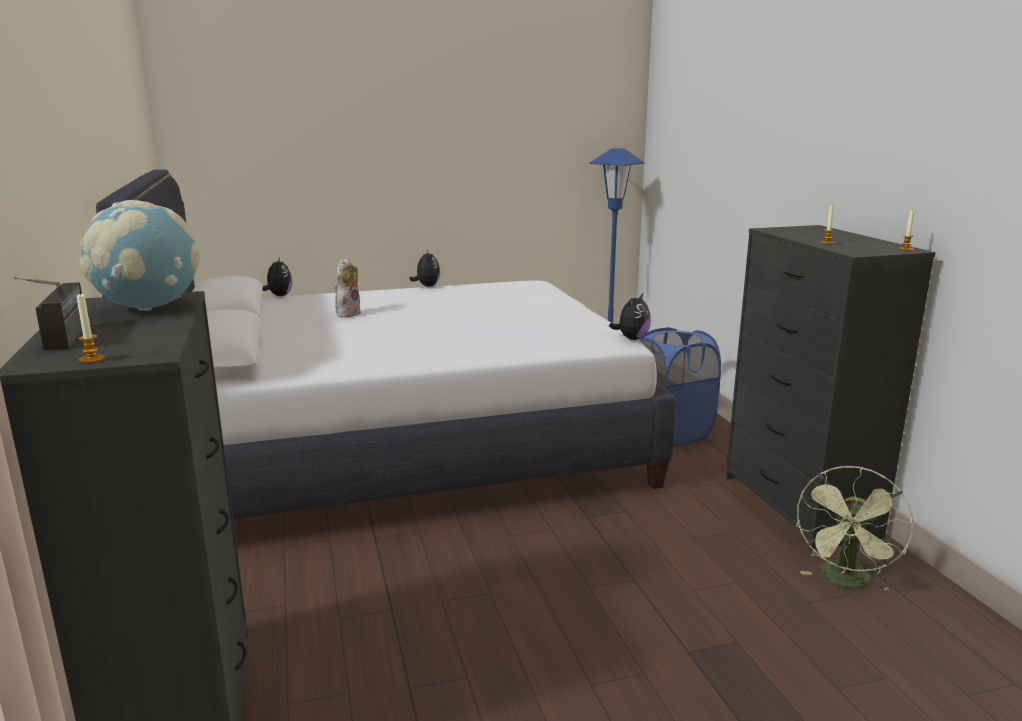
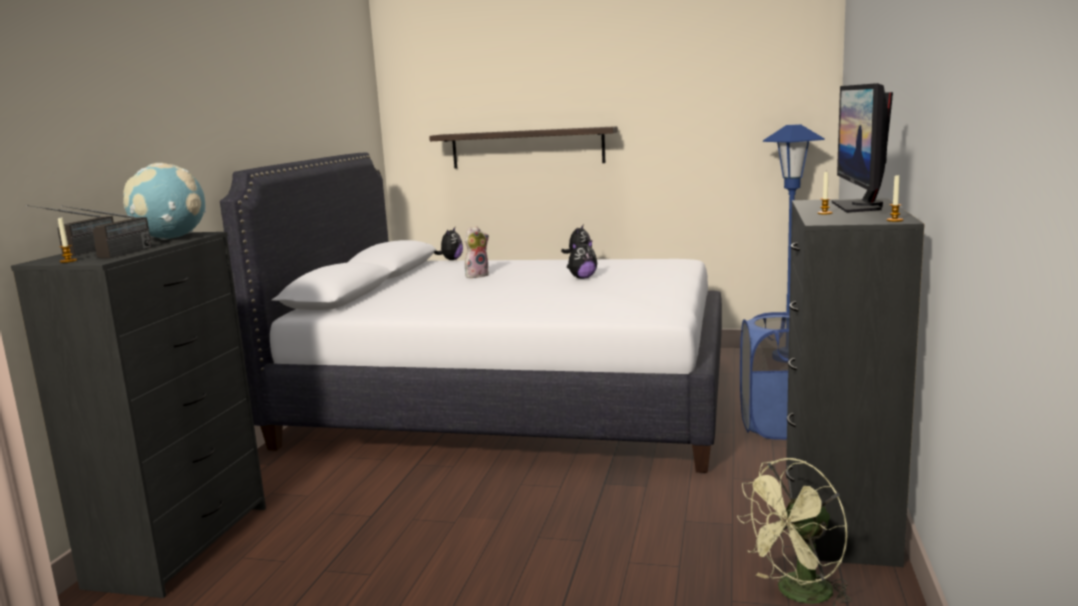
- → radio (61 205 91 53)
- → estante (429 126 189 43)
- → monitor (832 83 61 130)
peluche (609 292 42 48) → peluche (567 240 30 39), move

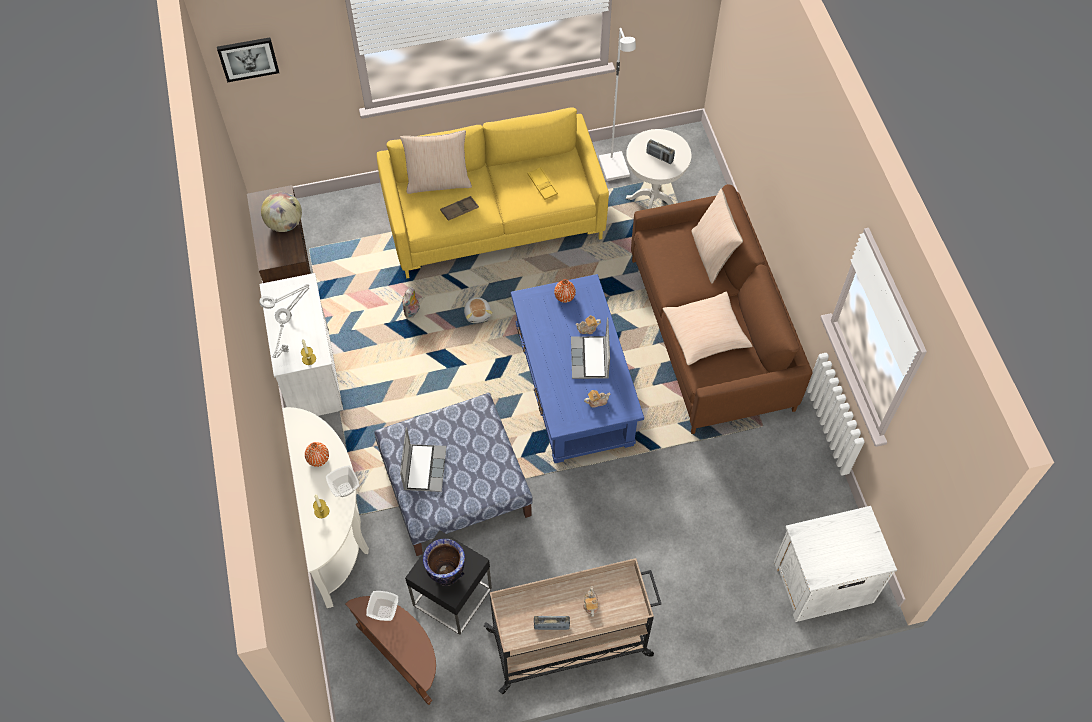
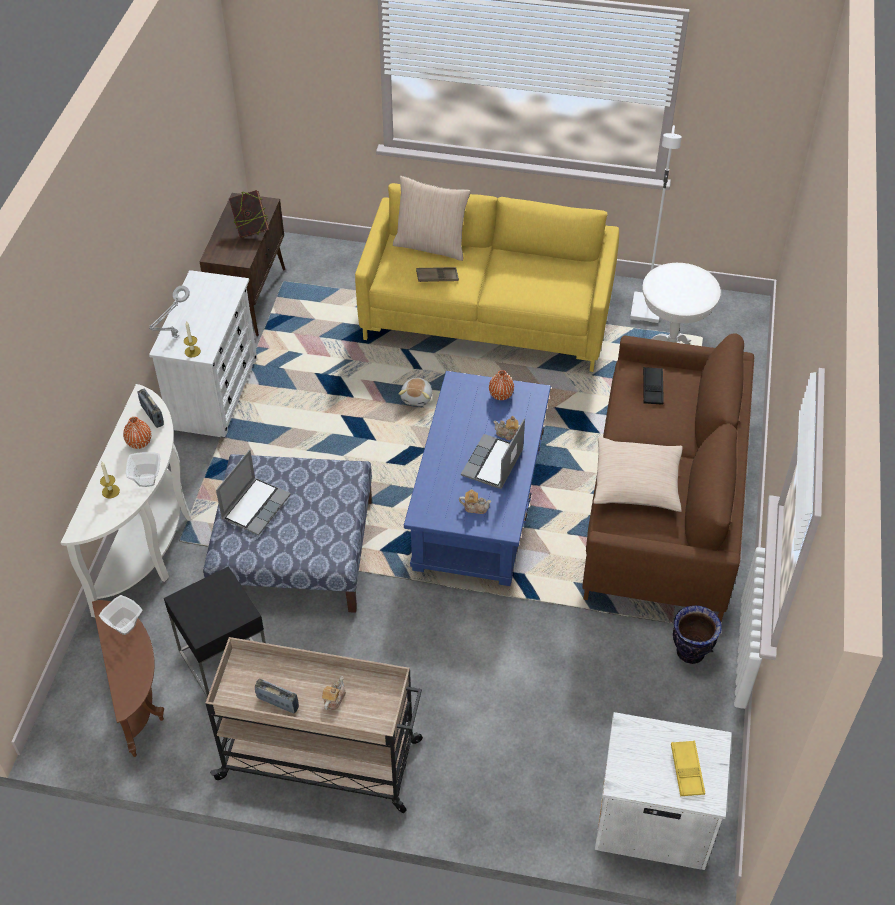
cuadro (217 37 62 45) → -
lámpara de mesa (gris) (259 284 51 32) → -
peluche (402 287 18 31) → -
cojín (beis) (691 188 52 96) → -
- → bandeja (negro) (643 367 21 38)
florero (423 538 42 48) → florero (673 605 49 59), move
bandeja (amarillo) (528 167 30 33) → bandeja (amarillo) (671 741 34 55), move
radio (646 139 29 25) → radio (138 389 26 39), move
globo terráqueo (261 192 41 40) → libro (229 190 40 48)

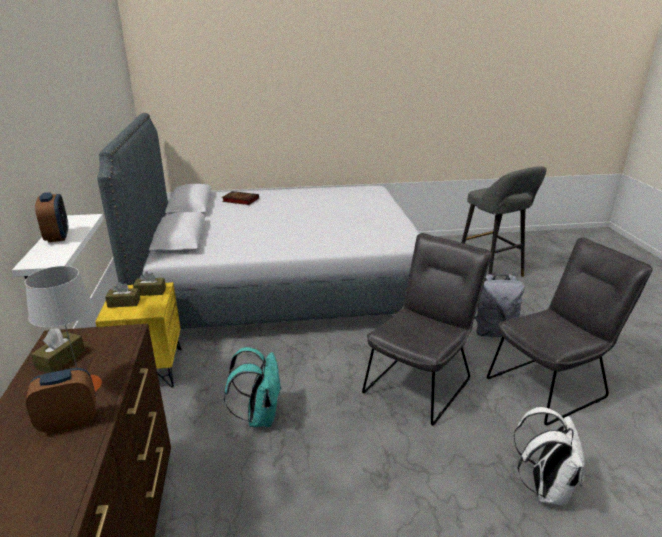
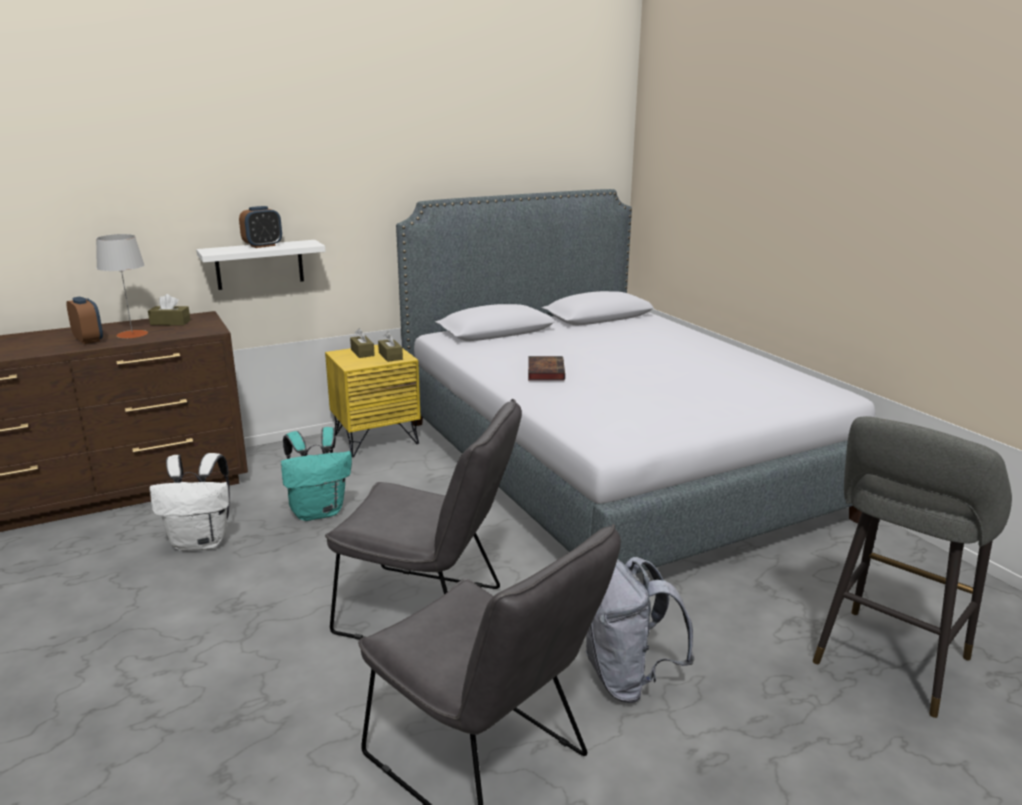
libro (222 191 37 14) → libro (528 356 37 25), move
mochila (blanco) (513 407 72 99) → mochila (blanco) (149 453 81 98), move

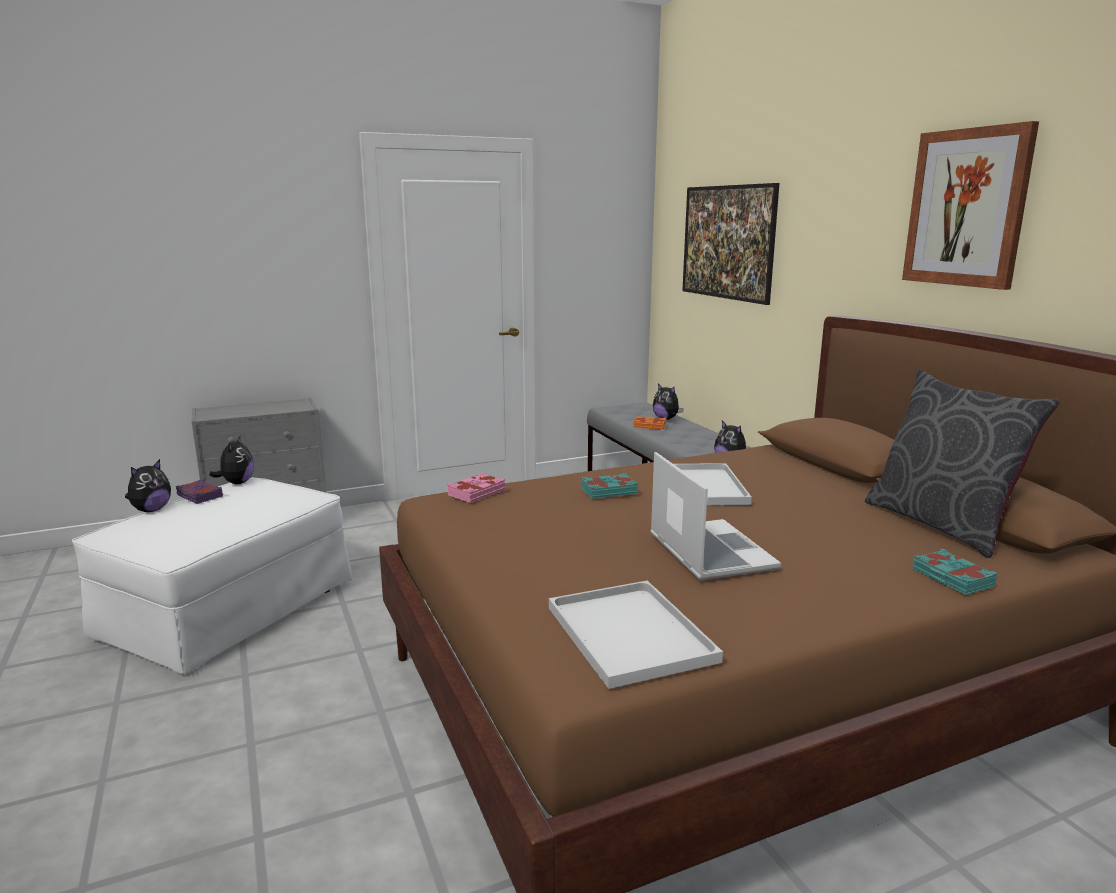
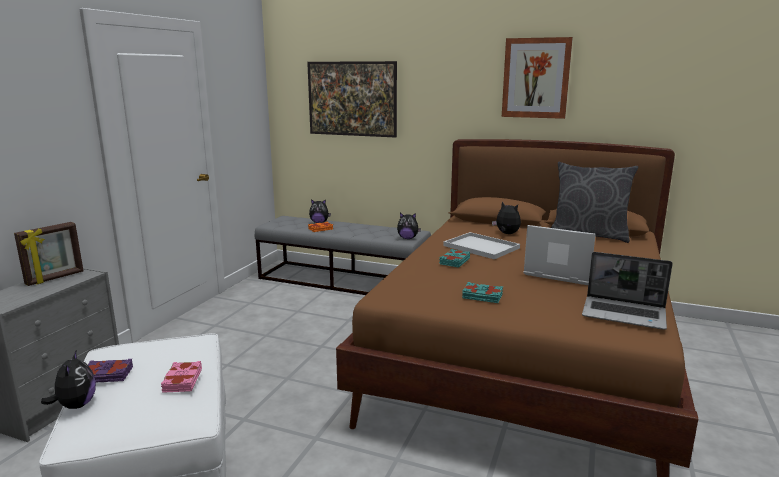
- → portarretratos (14 222 69 64)
peluche (209 436 45 48) → peluche (492 202 29 32), move
libro (rosa) (447 473 58 30) → libro (rosa) (161 361 41 32), move
libro (turquesa) (912 549 86 46) → libro (turquesa) (462 282 41 21), move
bandeja (blanco) (549 581 174 108) → portátil (582 252 91 78)

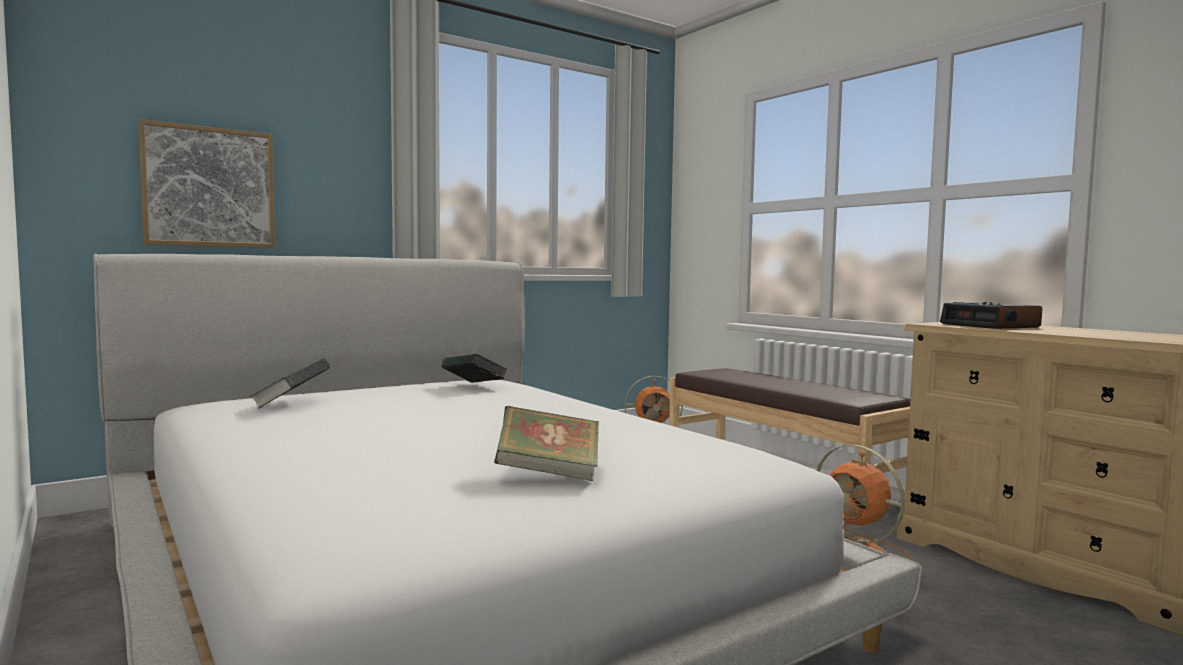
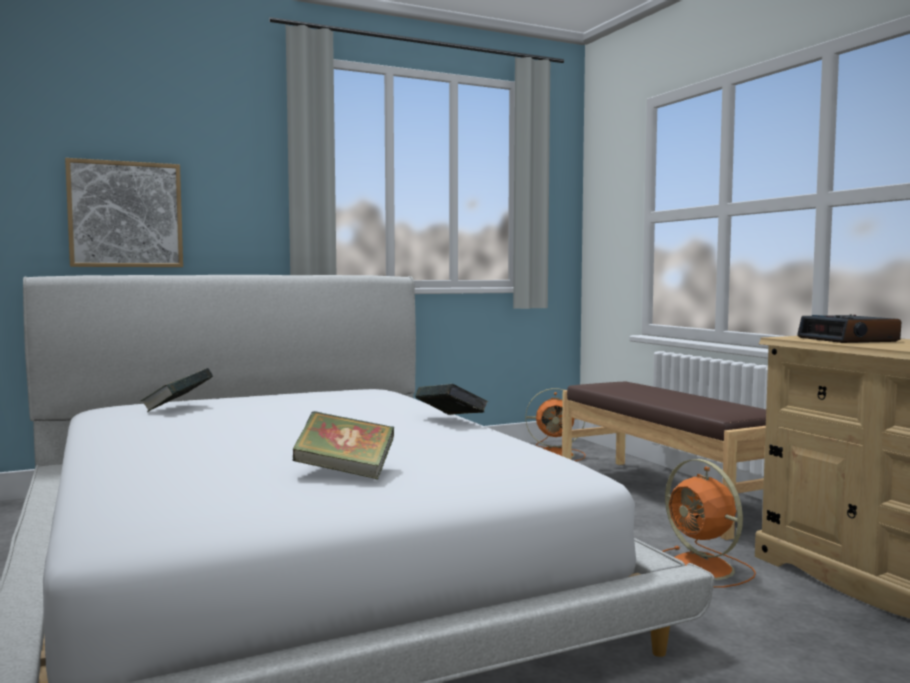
libro (441 354 67 29) → libro (415 384 73 31), move

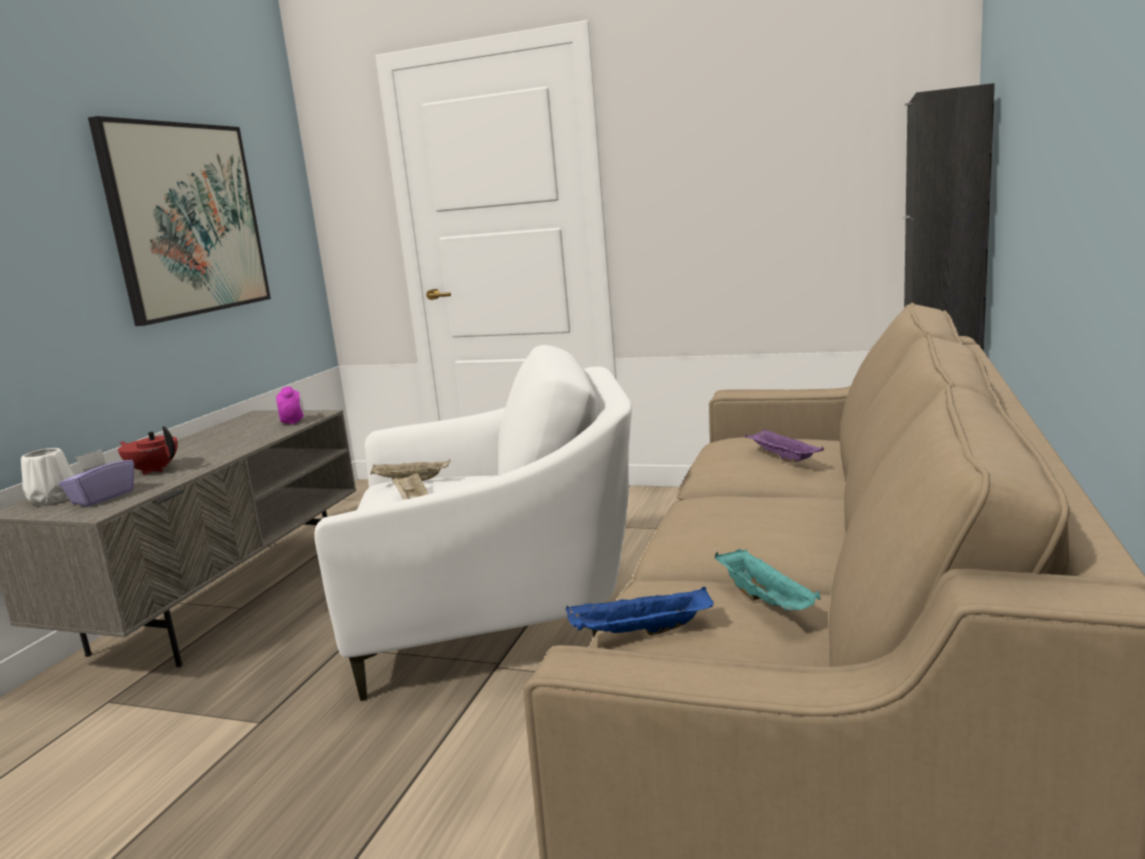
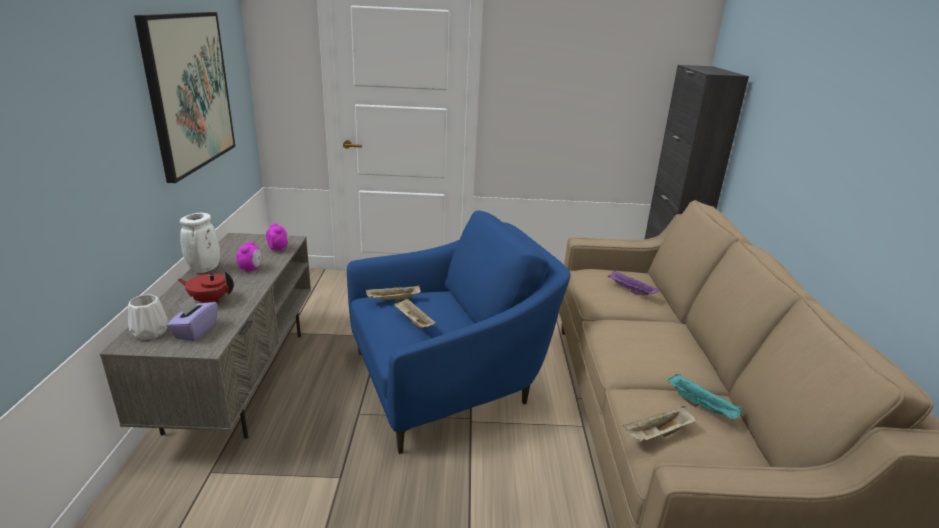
- → florero (blanco) (179 213 41 60)
- → despertador (237 242 24 31)
sillón (blanco) (314 345 318 356) → sillón (azul) (347 211 224 243)
bandeja (azul) (566 586 148 49) → bandeja (beis) (623 406 74 36)

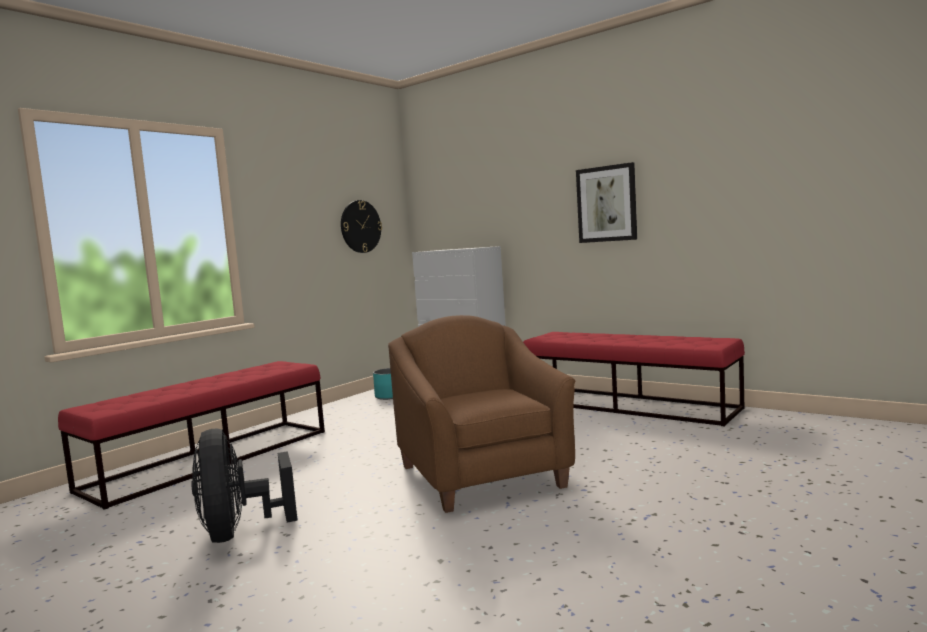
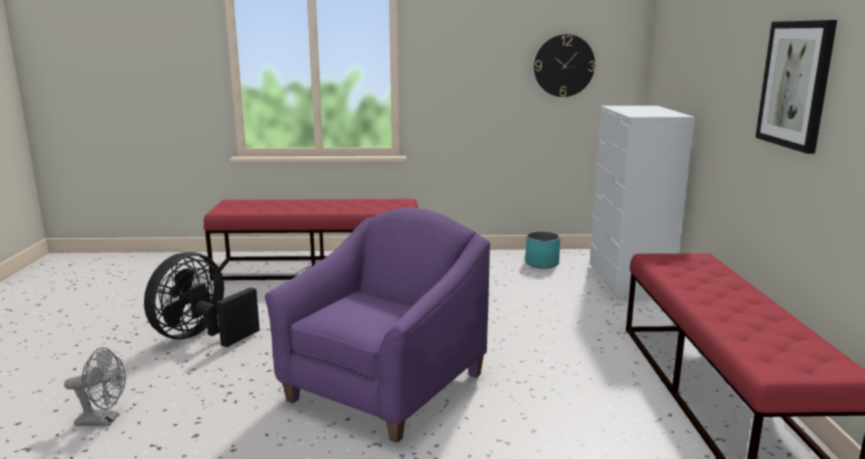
- → ventilador (gris) (64 347 62 79)
sillón (marrón) (388 315 187 198) → sillón (morado) (265 208 225 235)

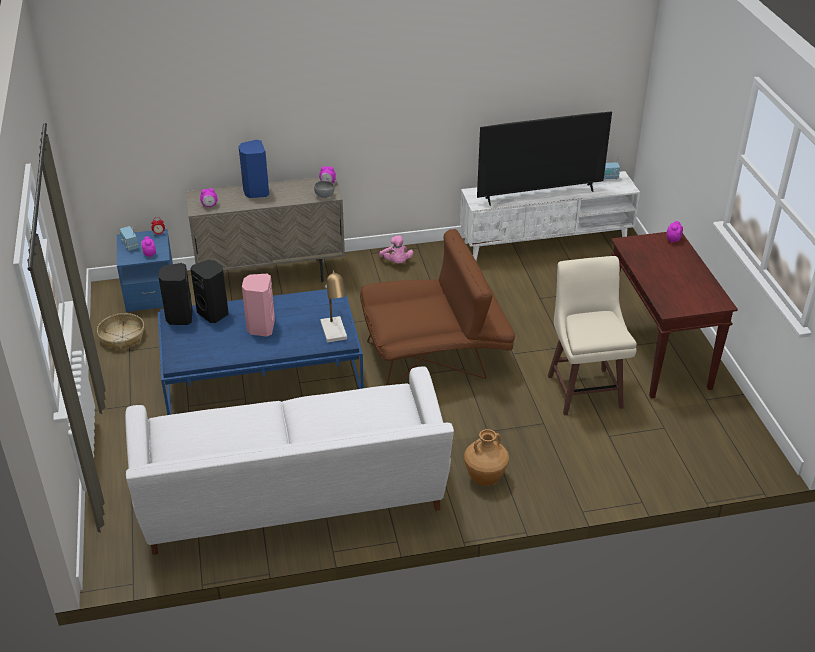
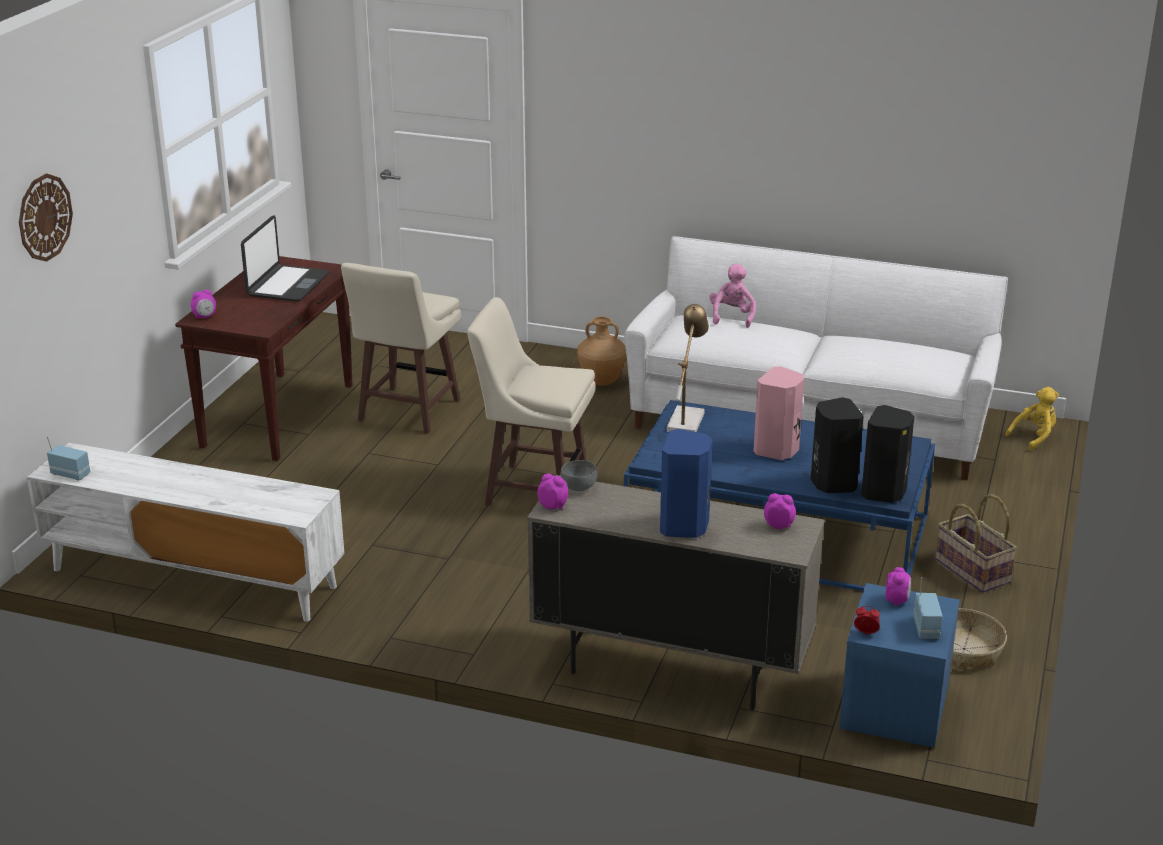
televisor (477 112 135 94) → -
- → reloj de pared (19 174 54 88)
- → portátil (241 215 88 87)
- → cesta (935 494 82 99)
- → peluche (amarillo) (1005 387 54 64)
peluche (rosa) (379 235 34 28) → peluche (rosa) (709 263 47 65), move
sillón (marrón) (360 229 155 156) → taburete (beis) (467 297 128 209)

